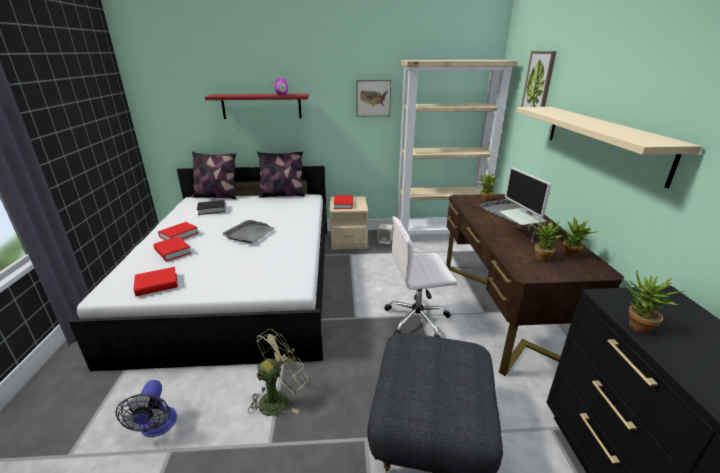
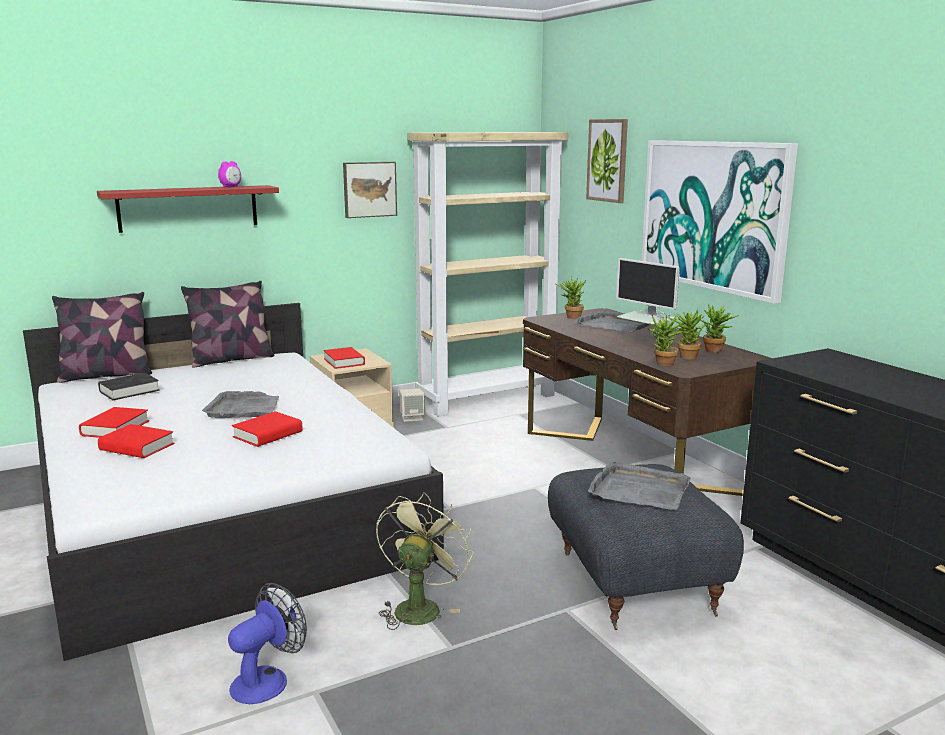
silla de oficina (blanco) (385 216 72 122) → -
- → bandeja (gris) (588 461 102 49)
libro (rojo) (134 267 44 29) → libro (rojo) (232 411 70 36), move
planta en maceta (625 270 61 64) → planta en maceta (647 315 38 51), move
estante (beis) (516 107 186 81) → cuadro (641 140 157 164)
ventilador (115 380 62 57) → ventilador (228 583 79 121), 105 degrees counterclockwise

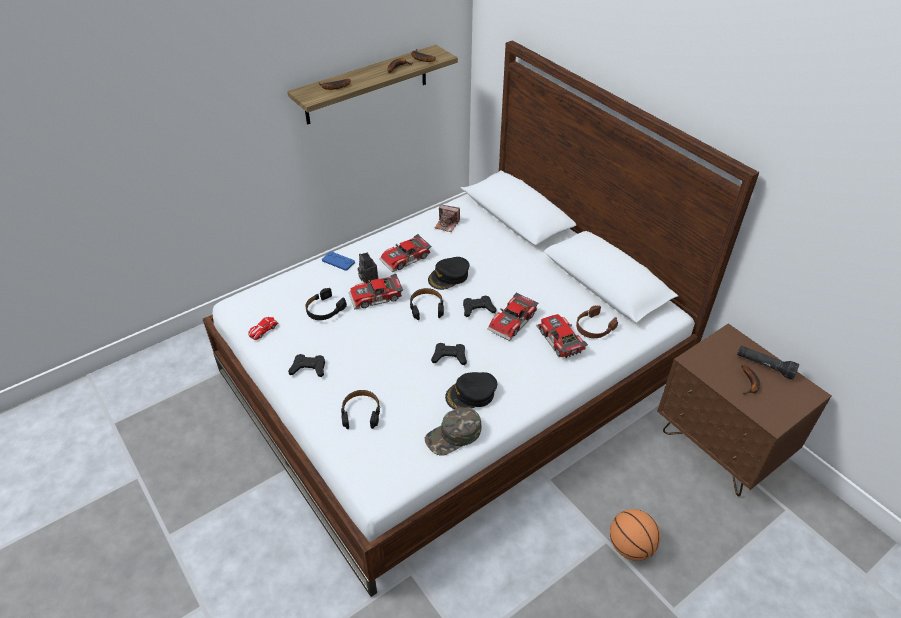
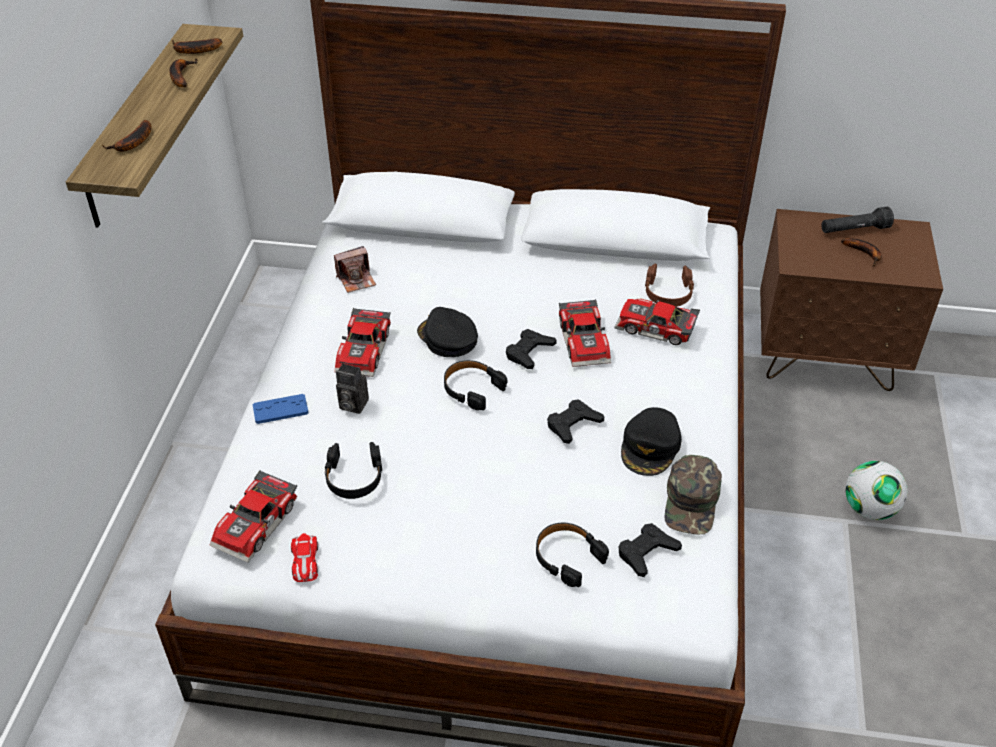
mando de consola (negro) (288 354 37 23) → mando de consola (negro) (618 523 64 54), move
coche de juguete (349 274 54 35) → coche de juguete (209 470 88 93), move
balón de baloncesto (610 509 50 52) → balón de fútbol (846 461 62 59)
gorra (negro) (428 257 41 33) → gorra (negro) (417 307 61 50), 135 degrees clockwise

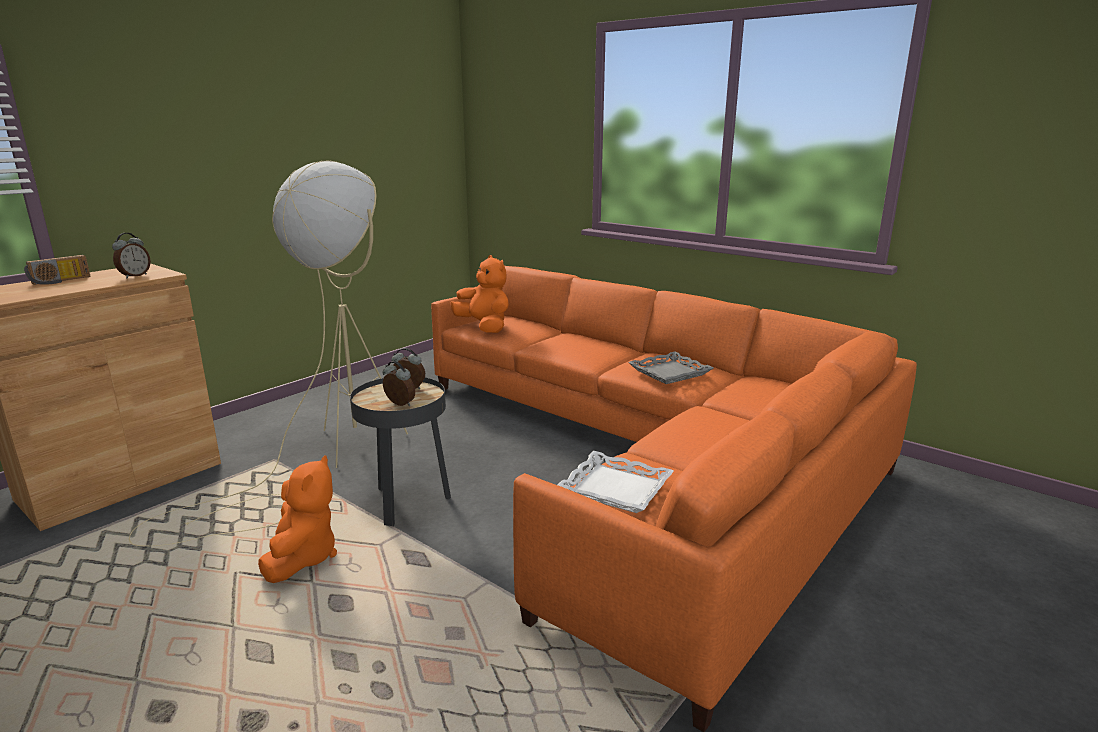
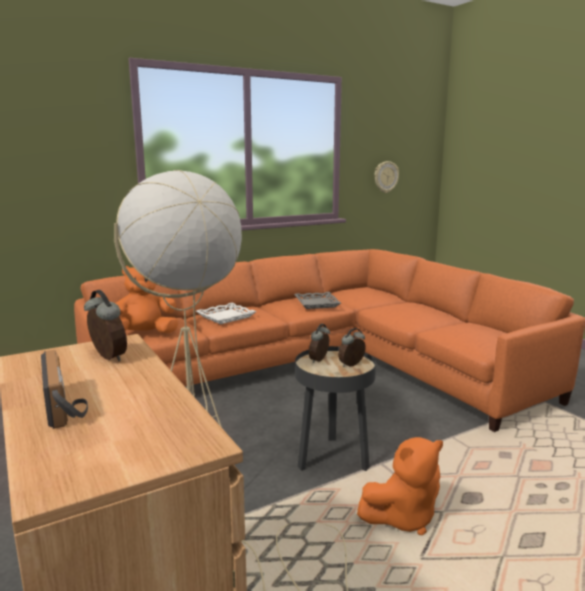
- → reloj de pared (375 161 24 32)
bandeja (blanco) (558 451 116 62) → bandeja (blanco) (196 303 61 21), move
peluche (naranja) (258 455 79 128) → peluche (naranja) (357 437 86 98), 135 degrees clockwise

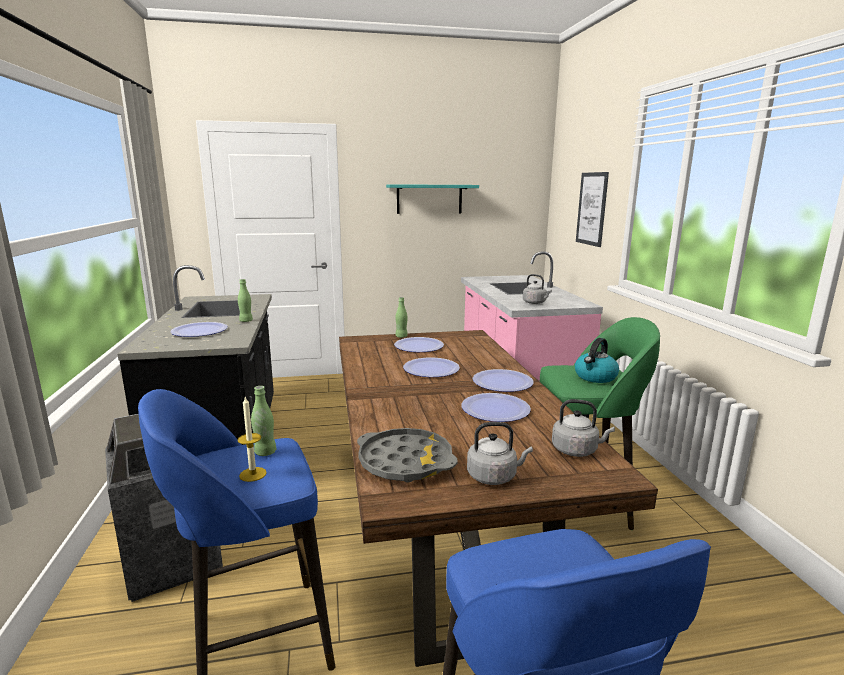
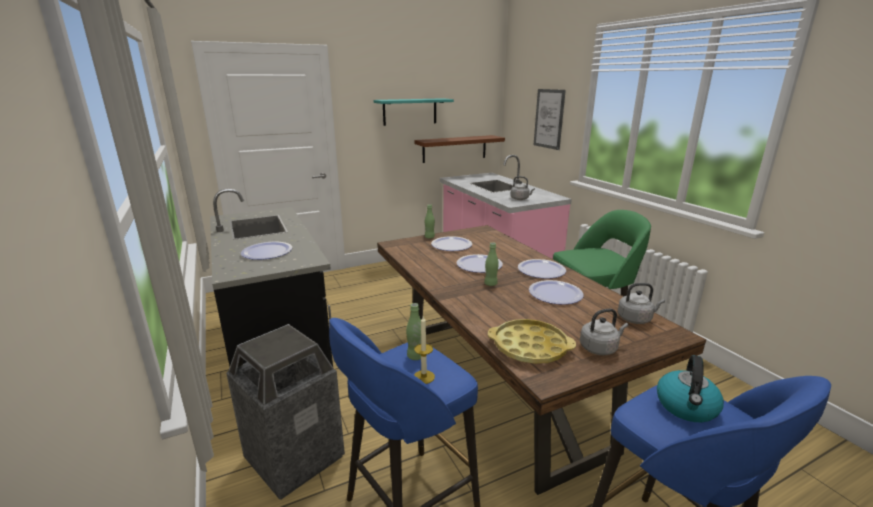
- → estante (marrón) (414 135 91 28)
botella (verde) (238 279 15 43) → botella (verde) (484 242 15 44), move
hervidor (575 338 44 45) → hervidor (657 355 67 67), move
bandeja (gris) (357 428 101 54) → bandeja (amarillo) (488 319 88 45)

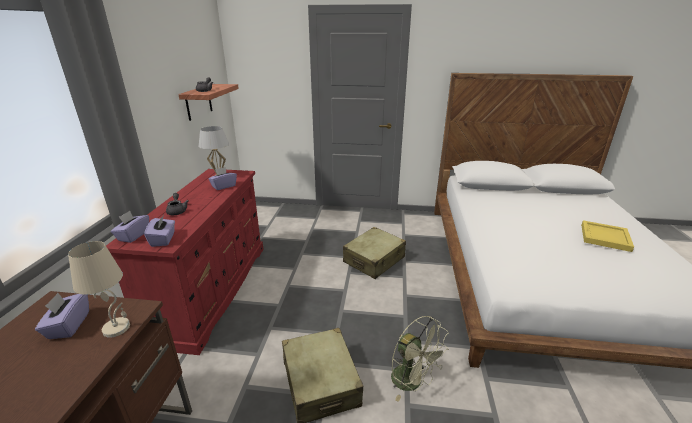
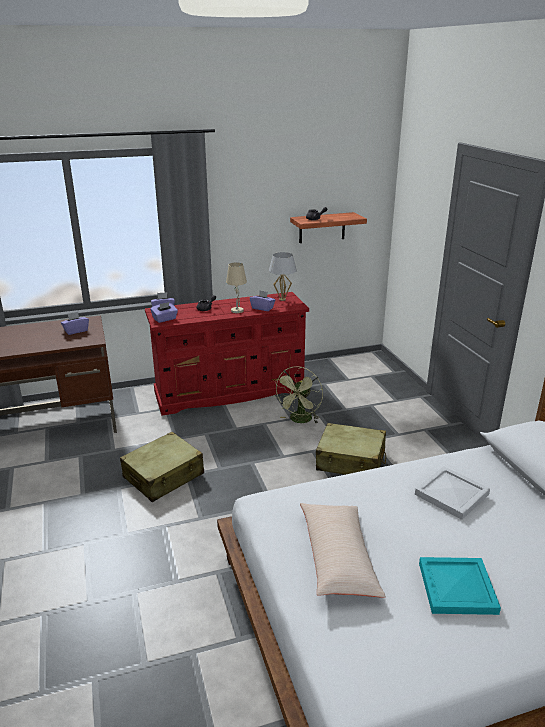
- → cojín (beis) (300 503 86 95)
- → bandeja (blanco) (415 466 75 54)
lámpara de mesa (beis) (68 241 62 97) → lámpara de mesa (beis) (226 262 21 51), move
ventilador (verde) (391 316 58 86) → ventilador (verde) (273 366 50 58), move
bandeja (amarillo) (581 220 53 32) → bandeja (turquesa) (419 557 82 58)

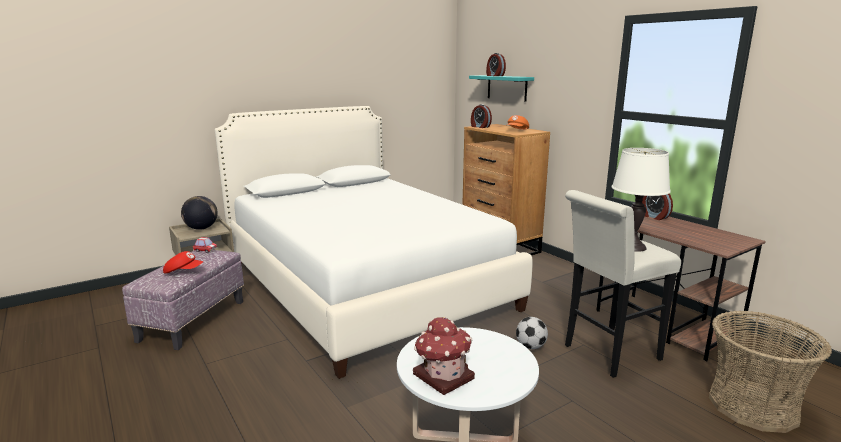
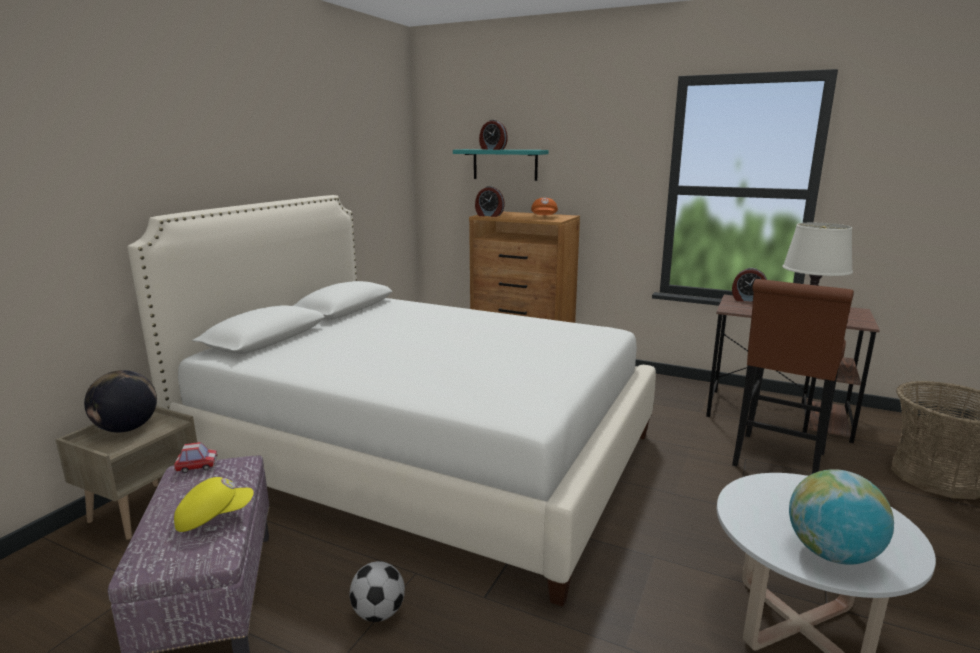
balón de fútbol (516 317 32 32) → balón de fútbol (350 561 55 61), move
casita (413 317 62 78) → globo terráqueo (789 469 105 95)
gorra (rojo) (163 251 40 22) → gorra (amarillo) (174 477 80 55)
taburete (blanco) (565 190 116 188) → taburete (marrón) (732 279 122 195)

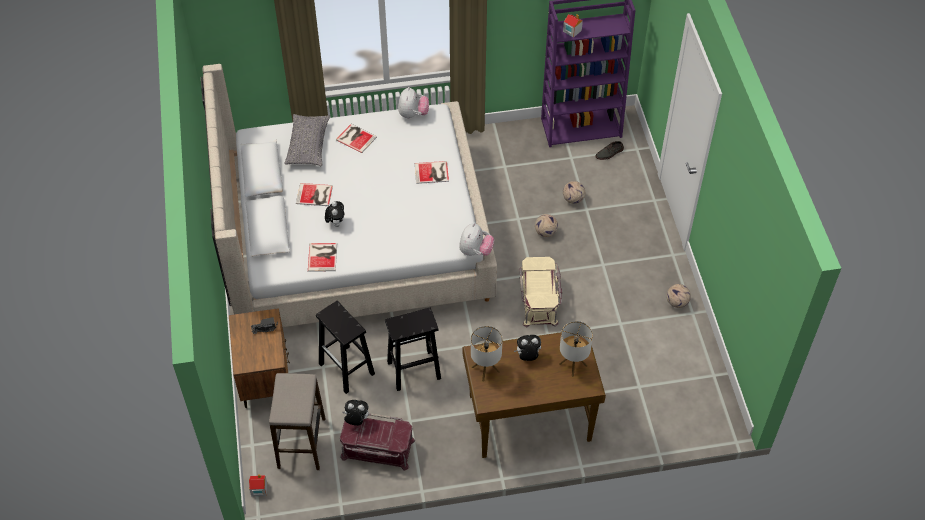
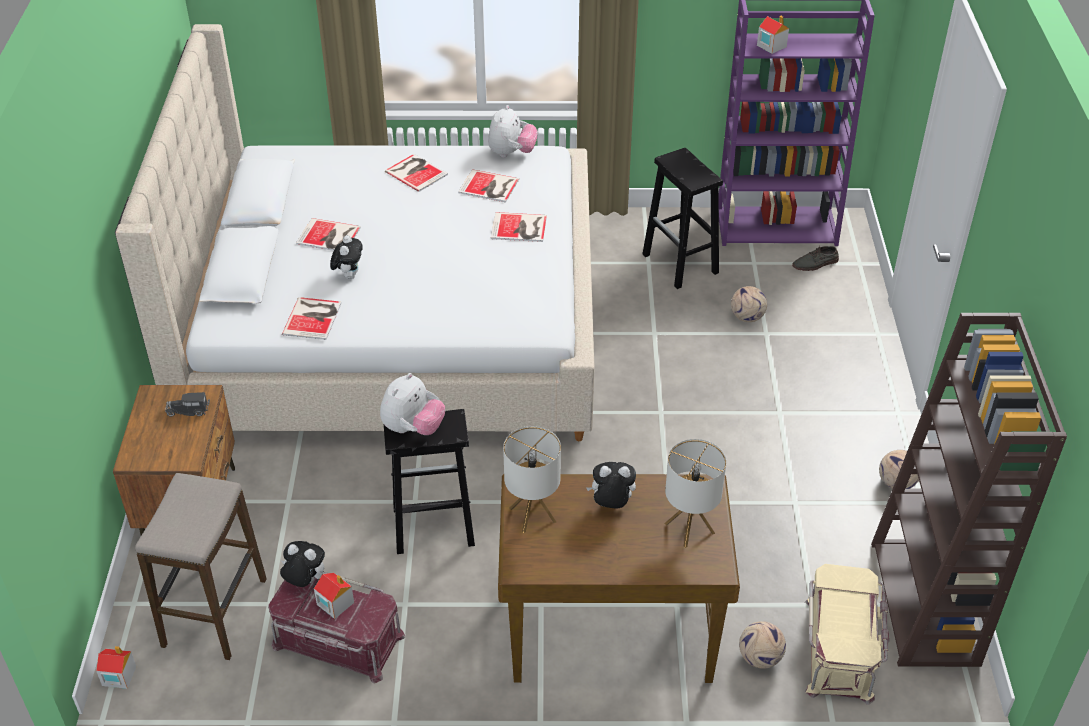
cojín (gris) (284 114 46 53) → -
- → casita (314 573 40 46)
- → libro (458 169 61 34)
- → estantería (marrón) (871 313 196 354)
taburete (negro) (316 301 59 93) → taburete (negro) (642 148 81 141), move
peluche (459 223 35 33) → peluche (380 373 65 62), move
caja de almacenaje (beis) (519 257 43 70) → caja de almacenaje (beis) (805 564 84 141), move
balón de fútbol (535 214 23 23) → balón de fútbol (739 621 47 48), move

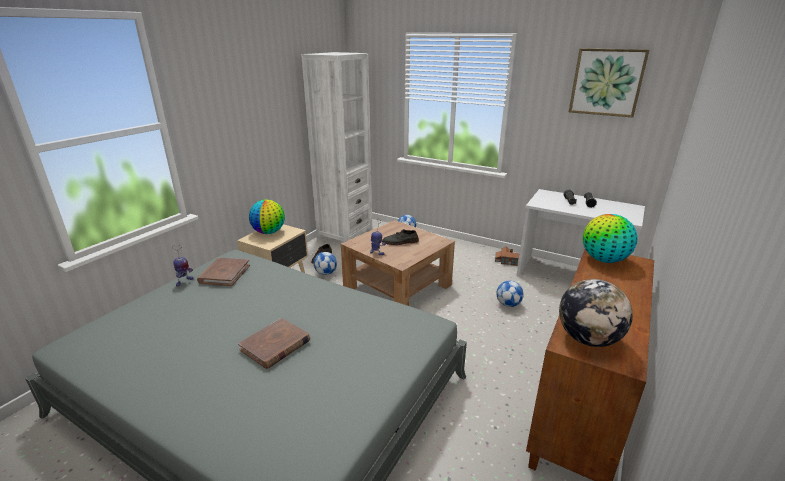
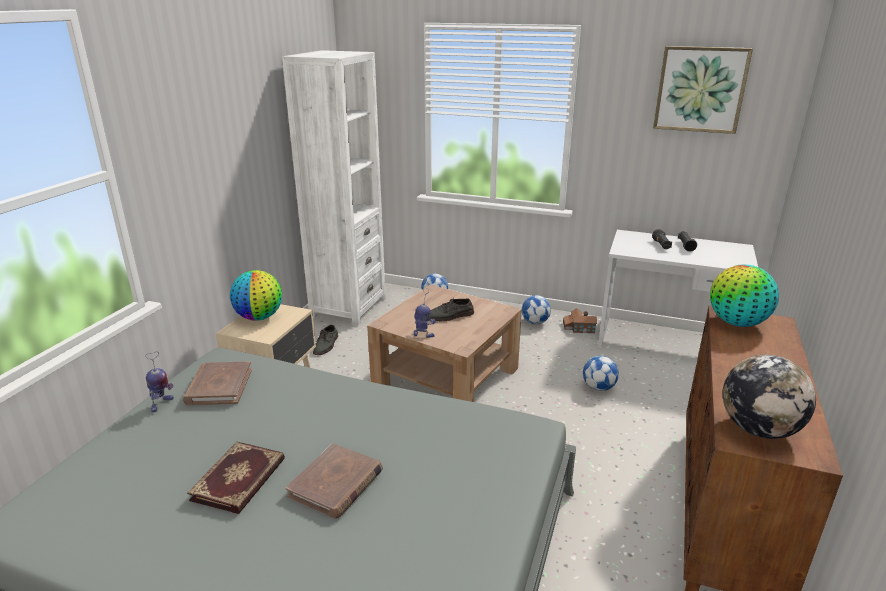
- → libro (187 441 98 73)
balón de fútbol (314 252 23 23) → balón de fútbol (522 295 29 29), move

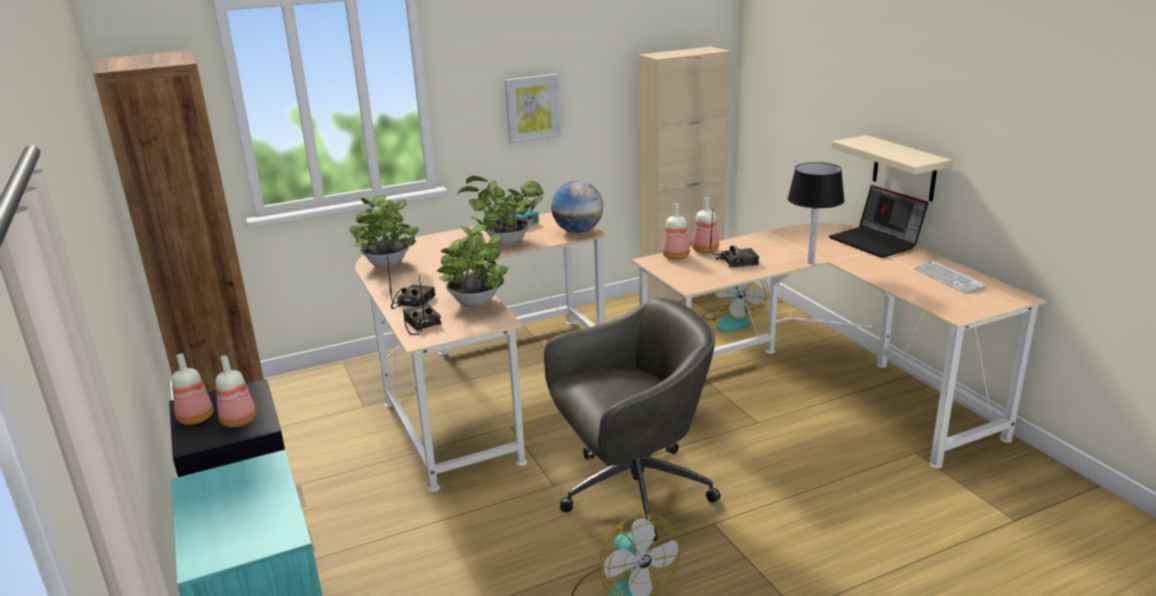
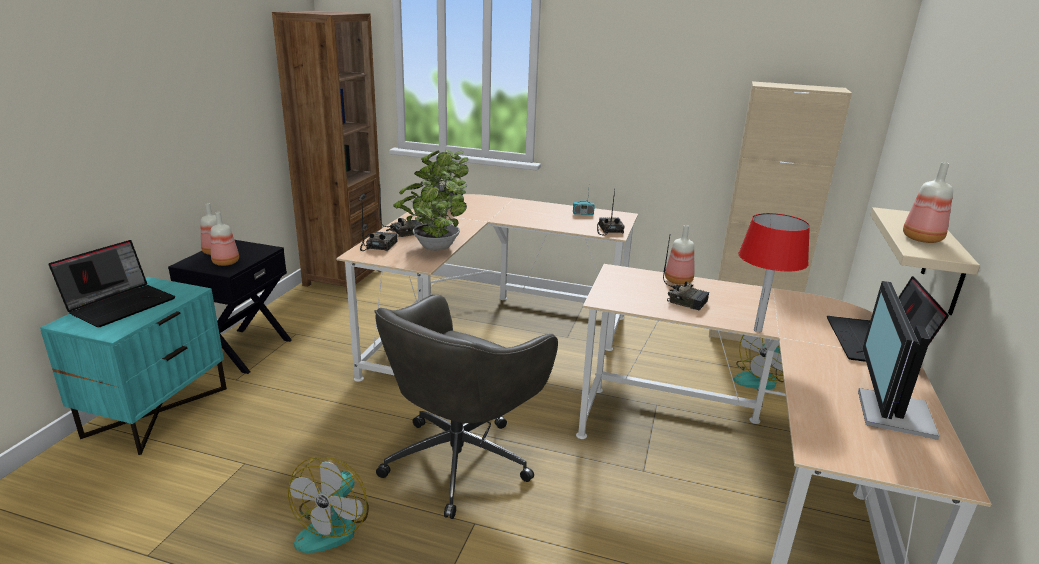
planta en maceta (457 176 87 70) → -
cuadro (505 74 56 70) → -
- → portátil (48 240 127 87)
botella (662 203 28 57) → botella (903 162 50 81), move
globo terráqueo (551 180 52 53) → radio (597 190 28 45)
teclado (913 261 74 33) → monitor (858 281 82 159)
lámpara de mesa (negro) (788 162 57 102) → lámpara de mesa (rojo) (738 213 72 119)
silla de oficina (gris) (544 298 176 243) → silla de oficina (gris) (374 295 184 224), 105 degrees clockwise

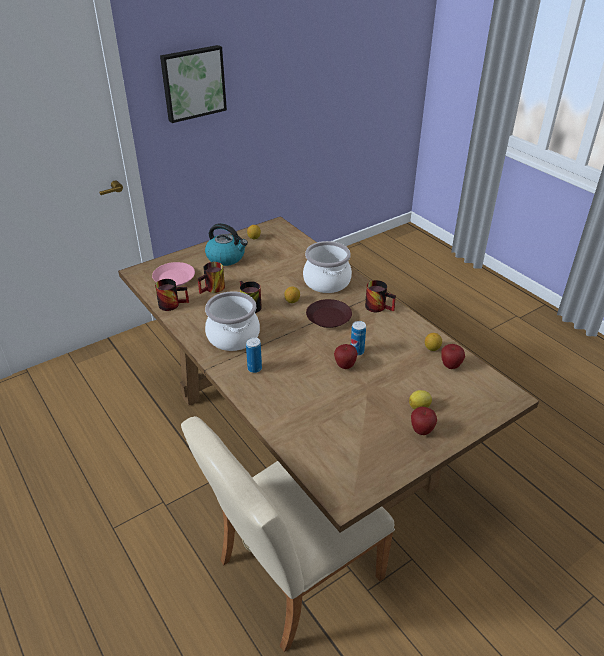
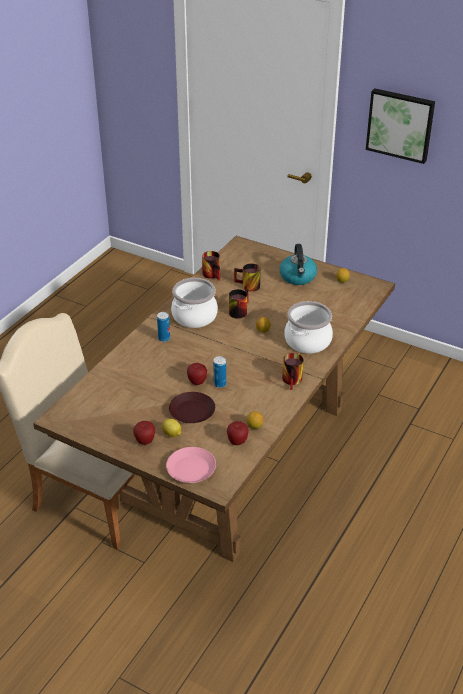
plato (rosa) (152 262 43 25) → plato (rosa) (166 447 50 36), move
plato (marrón) (306 299 46 29) → plato (marrón) (169 392 46 31), move

